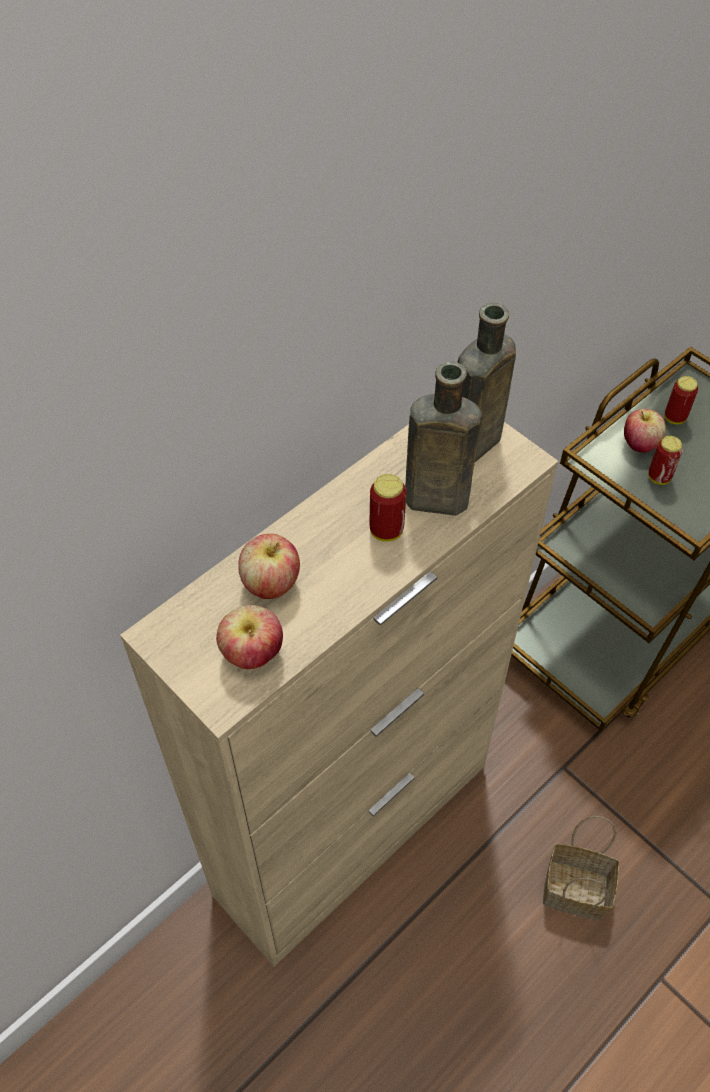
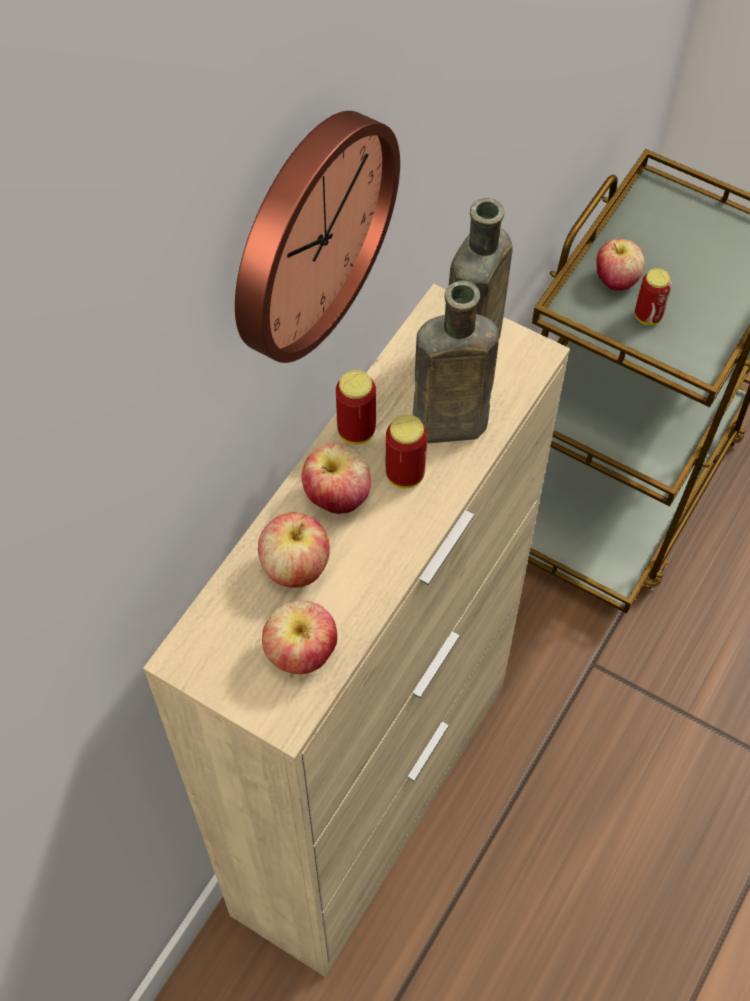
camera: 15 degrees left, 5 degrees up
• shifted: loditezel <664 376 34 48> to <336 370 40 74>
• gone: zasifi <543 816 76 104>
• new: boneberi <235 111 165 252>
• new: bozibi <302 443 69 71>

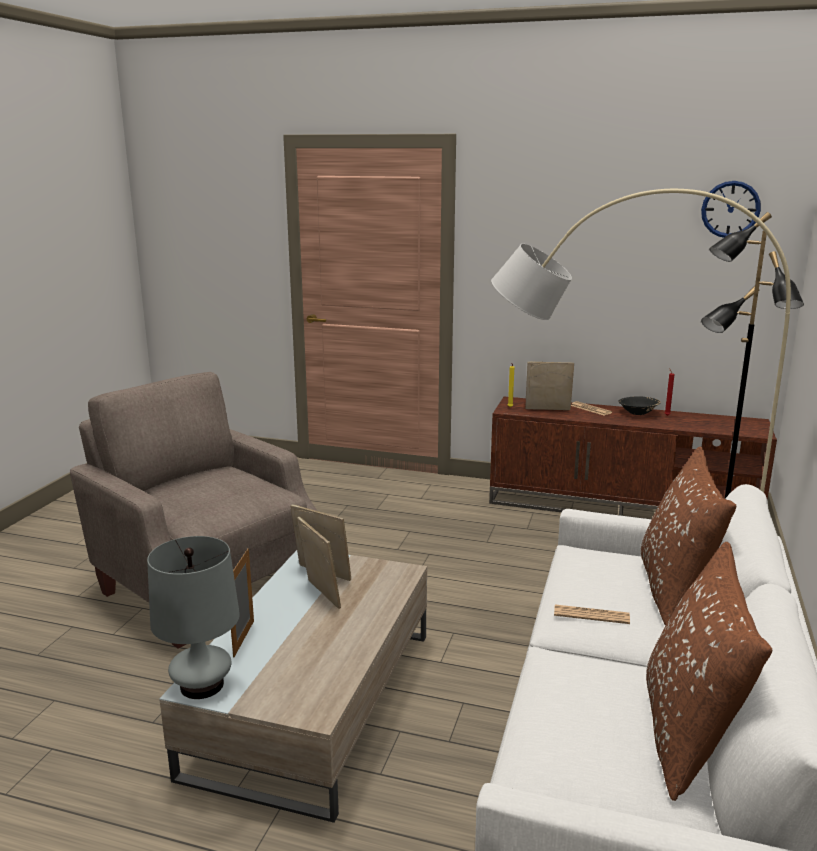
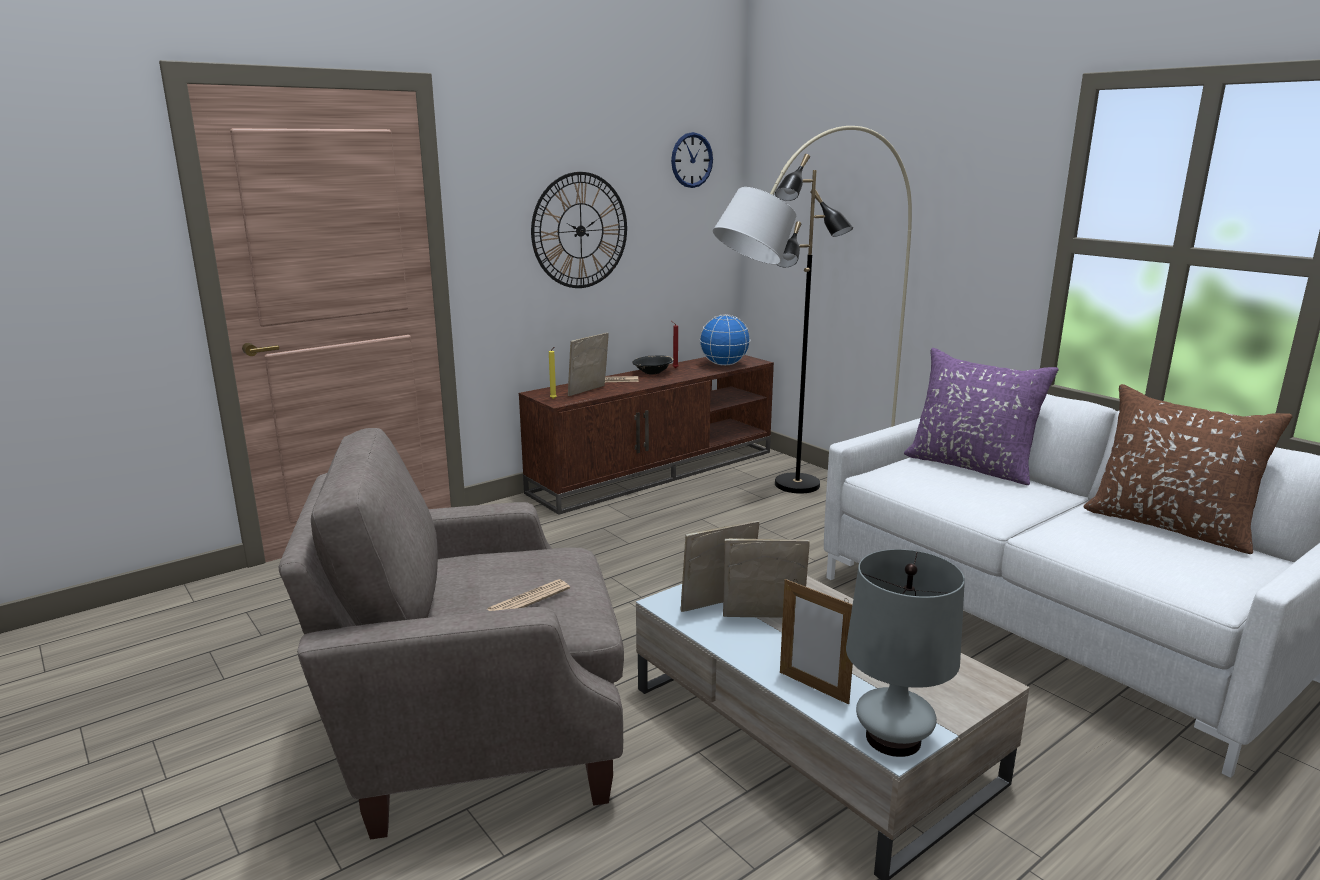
camera: 55 degrees left, 0 degrees up
• repainted: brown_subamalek <641 447 95 179> to purple_subamalek <904 348 154 137>
• shifted: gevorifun <554 605 76 19> to <487 579 83 32>
• new: boneberi <531 172 96 116>
• new: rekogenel <699 314 52 52>

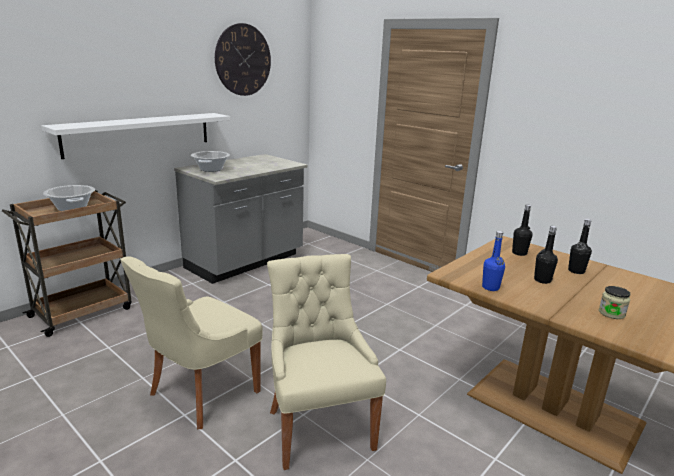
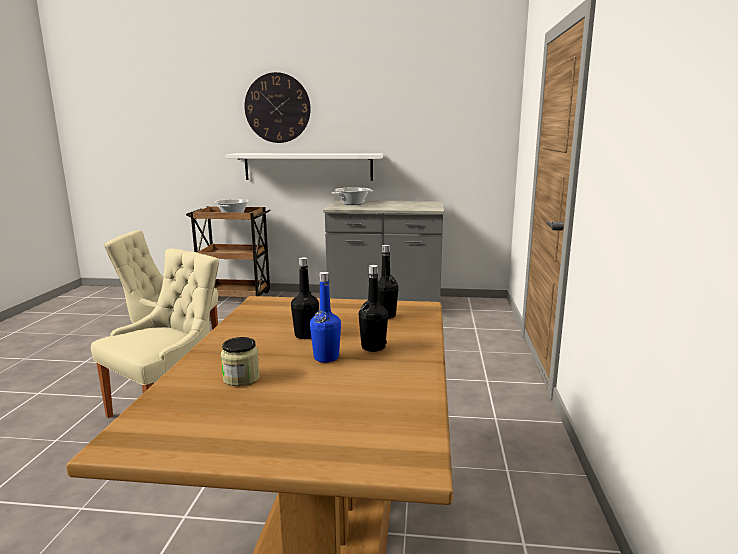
camera: 55 degrees right, 5 degrees down
• shifted: boneberi <215 23 56 73> to <245 72 66 71>
• shifted: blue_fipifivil <482 231 23 60> to <310 272 31 91>

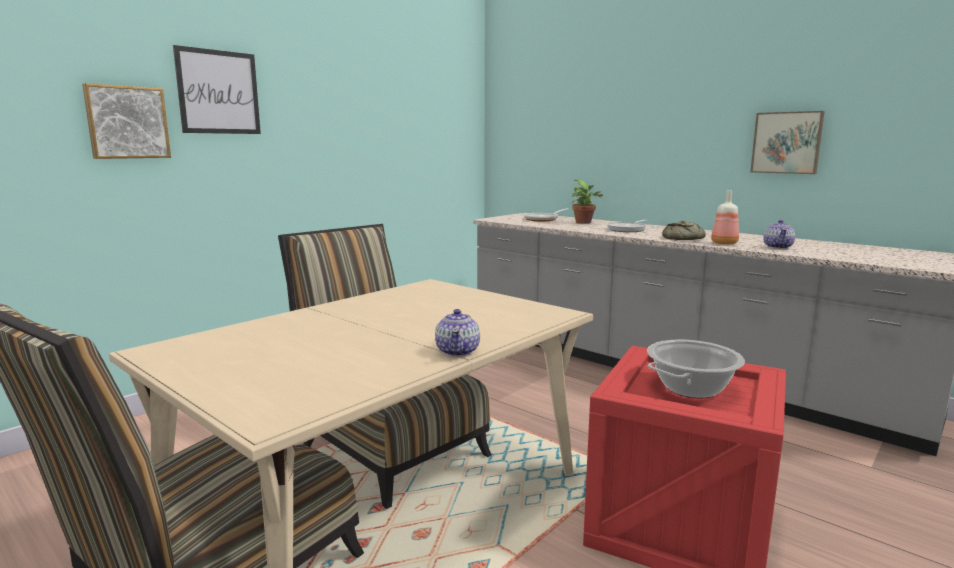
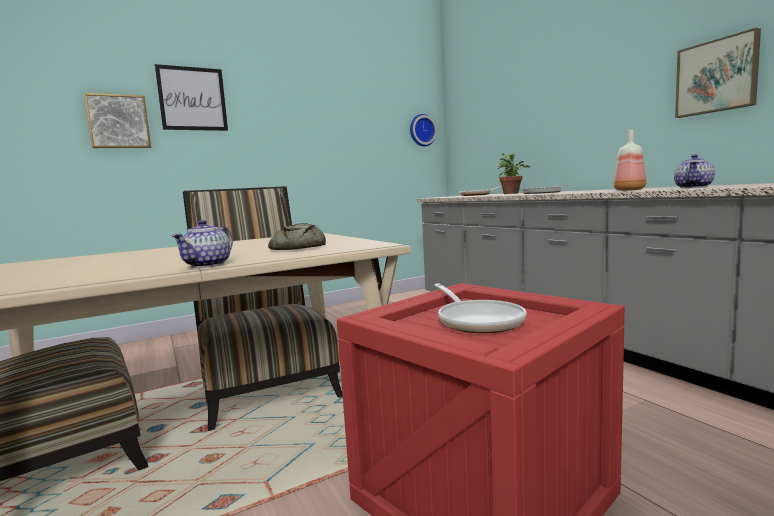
camera: 20 degrees right, 5 degrees down
• shifted: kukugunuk <662 221 44 19> to <268 223 58 27>
• swapped: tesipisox <647 340 98 58> to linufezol <434 283 93 50>
• new: boneberi <410 114 27 32>

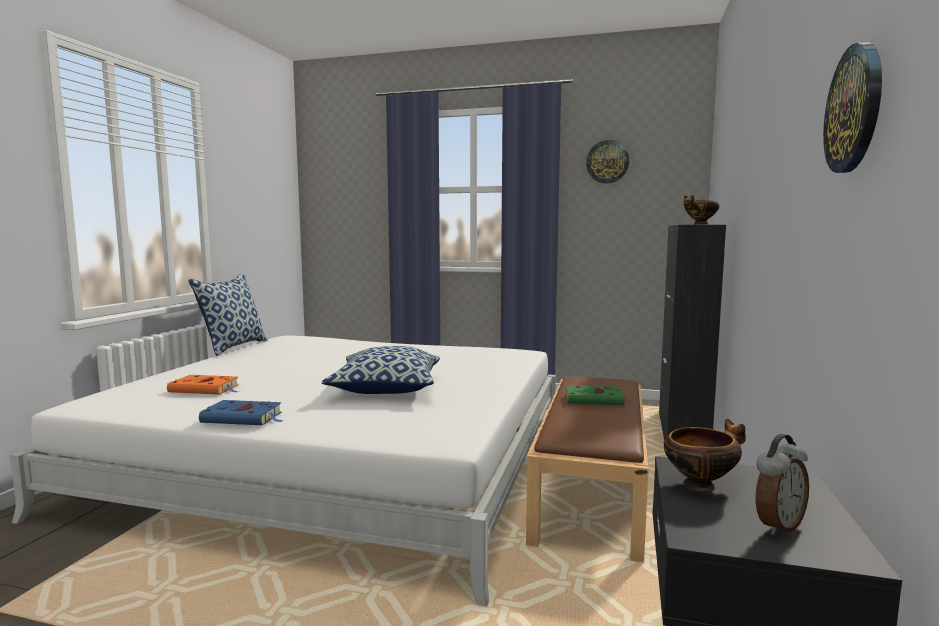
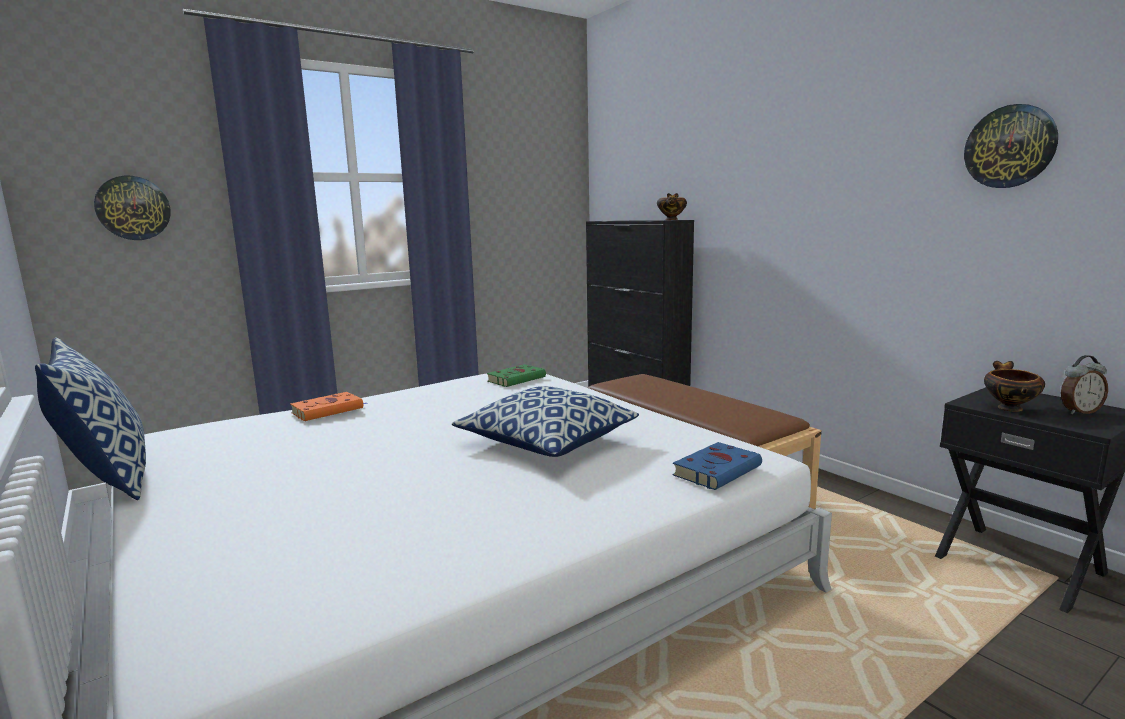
camera: 50 degrees left, 5 degrees up
• shifted: boneberi <586 140 43 44> to <94 176 77 64>
• shifted: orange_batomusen <167 375 71 20> to <290 392 78 29>
• shifted: green_batomusen <566 385 67 20> to <487 364 59 23>
• shifted: blue_batomusen <199 400 85 25> to <673 442 89 48>
• rotated: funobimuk <755 434 54 101> = <1061 355 47 59> 75 degrees clockwise

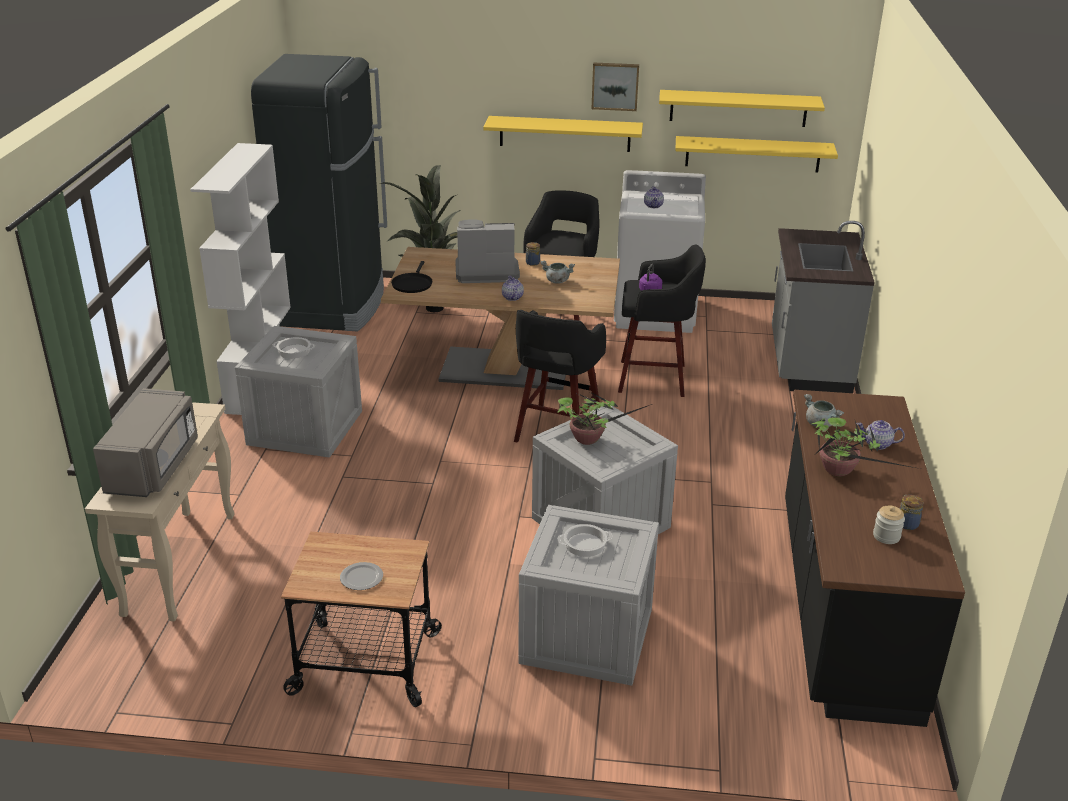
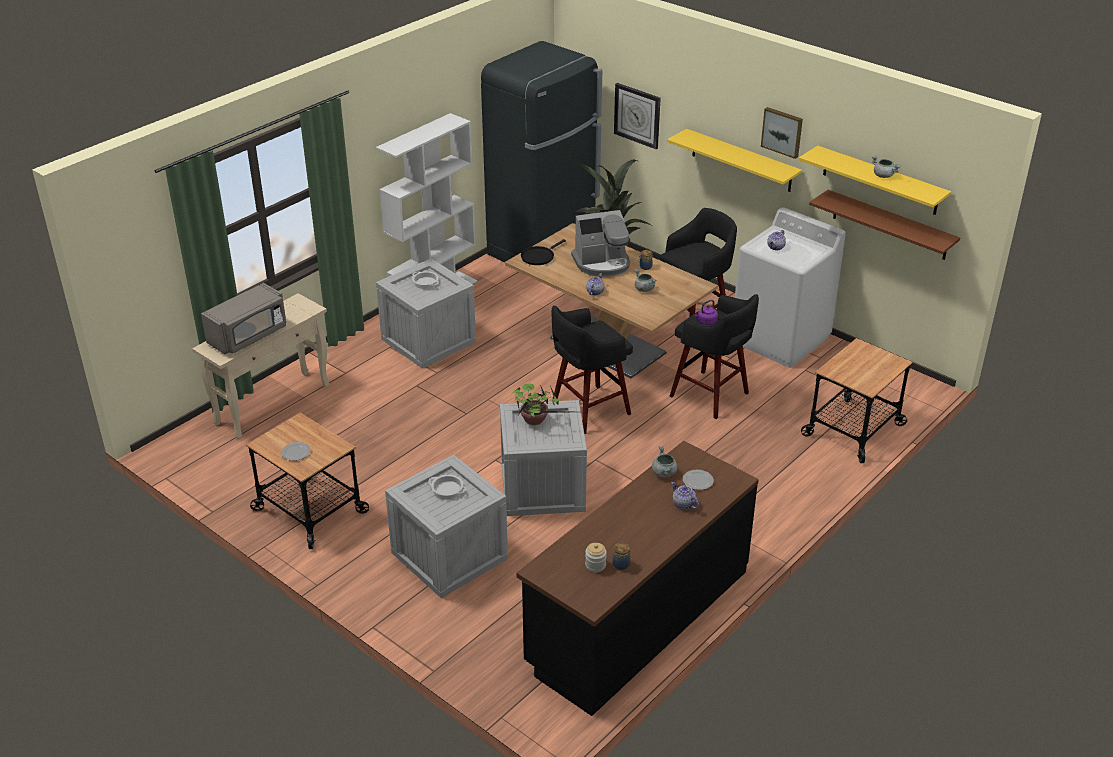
camera: 35 degrees right, 5 degrees up
• repainted: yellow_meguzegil <675 136 163 37> to brown_meguzegil <809 190 151 70>
• rotated: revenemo <456 219 64 64> = <571 210 59 67> 135 degrees clockwise
• swapped: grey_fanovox <772 221 103 172> to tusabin <801 338 112 125>
• gone: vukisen <812 417 108 59>
• new: boneberi <614 83 47 66>
• new: grey_tesipisox <872 155 29 23>
• new: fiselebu <683 470 31 20>

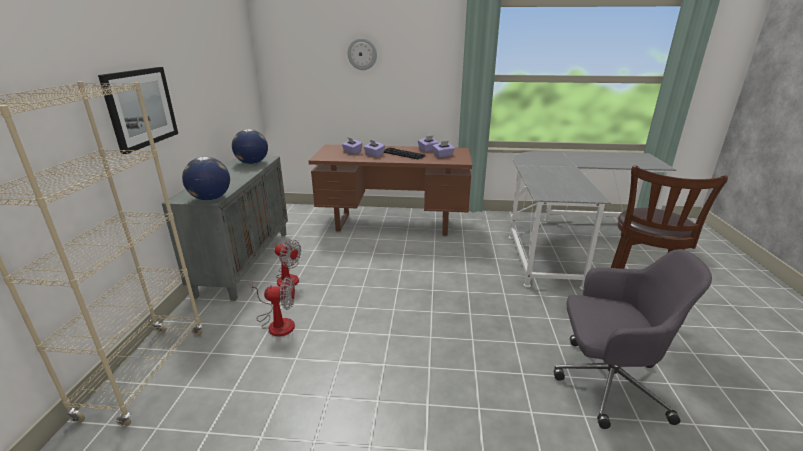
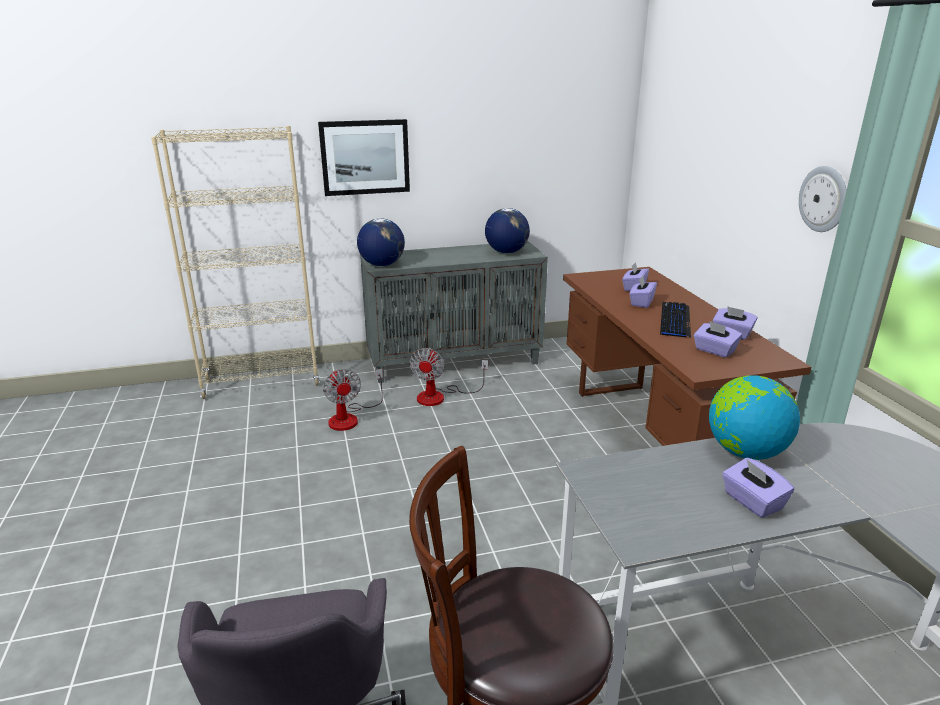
camera: 70 degrees right, 0 degrees up
• shifted: boneberi <347 38 30 32> to <799 166 48 66>
• new: rekogenel <709 375 91 85>
• new: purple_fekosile <722 457 72 61>

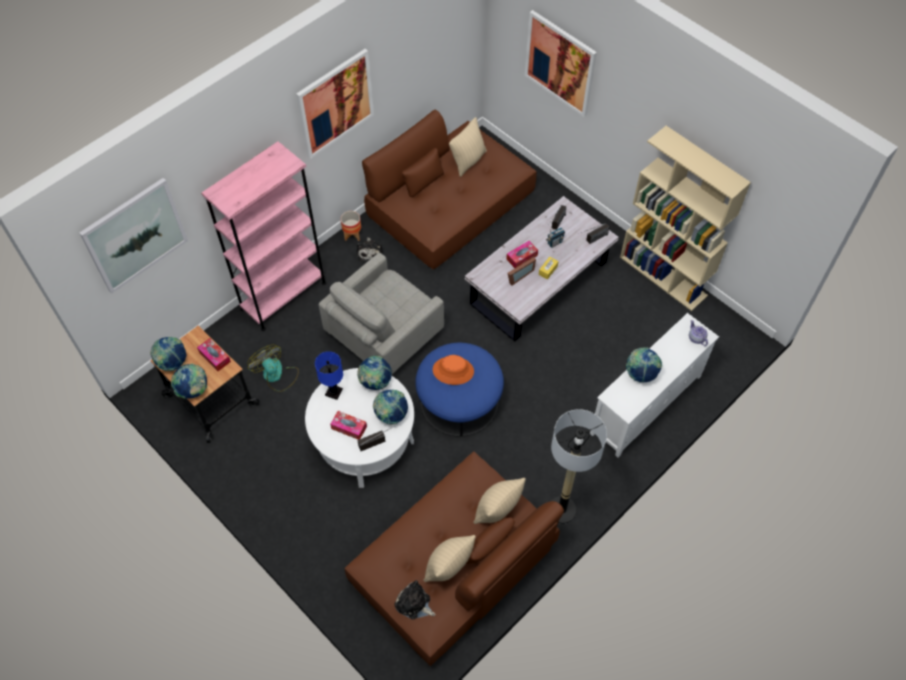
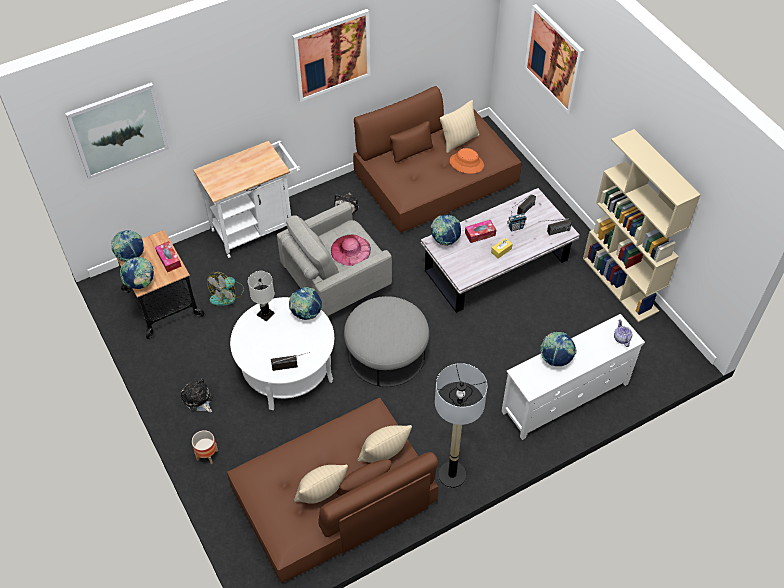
camera: 15 degrees right, 5 degrees down
• swapped: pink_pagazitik <201 141 125 190> to white_tusabin <193 141 107 117>
• shifted: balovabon <341 211 20 30> to <192 430 26 34>
• gone: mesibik <508 257 28 28>
• repainted: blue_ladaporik <415 343 89 93> to grey_ladaporik <344 296 85 91>
• rotated: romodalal <247 345 52 47> = <207 272 37 34> 120 degrees counterclockwise
• repainted: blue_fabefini <315 352 28 48> to white_fabefini <248 271 27 50>
• shifted: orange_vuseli <433 355 41 30> to <450 148 34 26>
• shifted: rekogenel <373 390 35 35> to <431 215 30 31>
• gone: fekosile <330 411 37 29>
• shifted: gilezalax <394 580 42 39> to <181 378 32 34>
• new: pink_vuseli <331 234 40 32>

